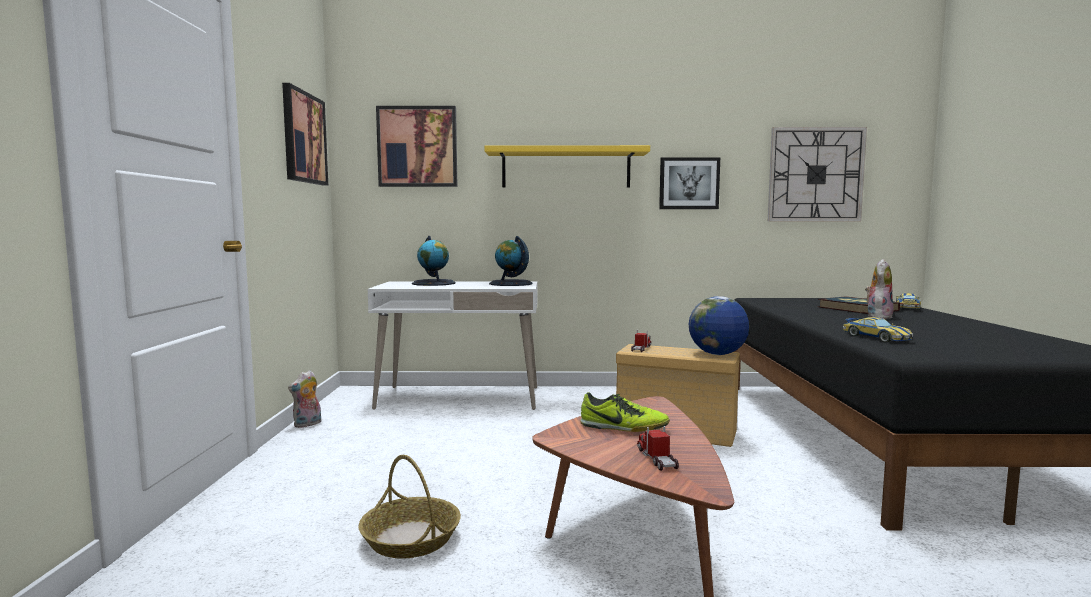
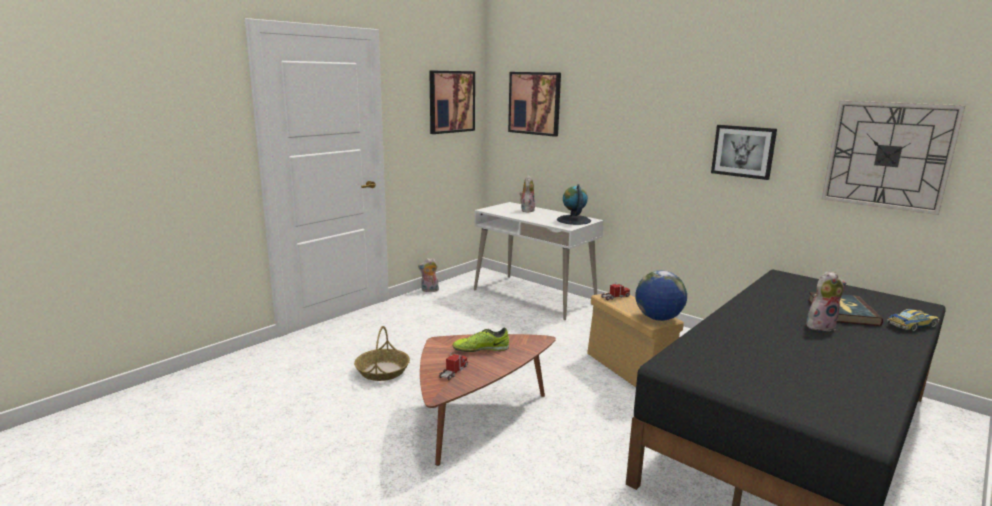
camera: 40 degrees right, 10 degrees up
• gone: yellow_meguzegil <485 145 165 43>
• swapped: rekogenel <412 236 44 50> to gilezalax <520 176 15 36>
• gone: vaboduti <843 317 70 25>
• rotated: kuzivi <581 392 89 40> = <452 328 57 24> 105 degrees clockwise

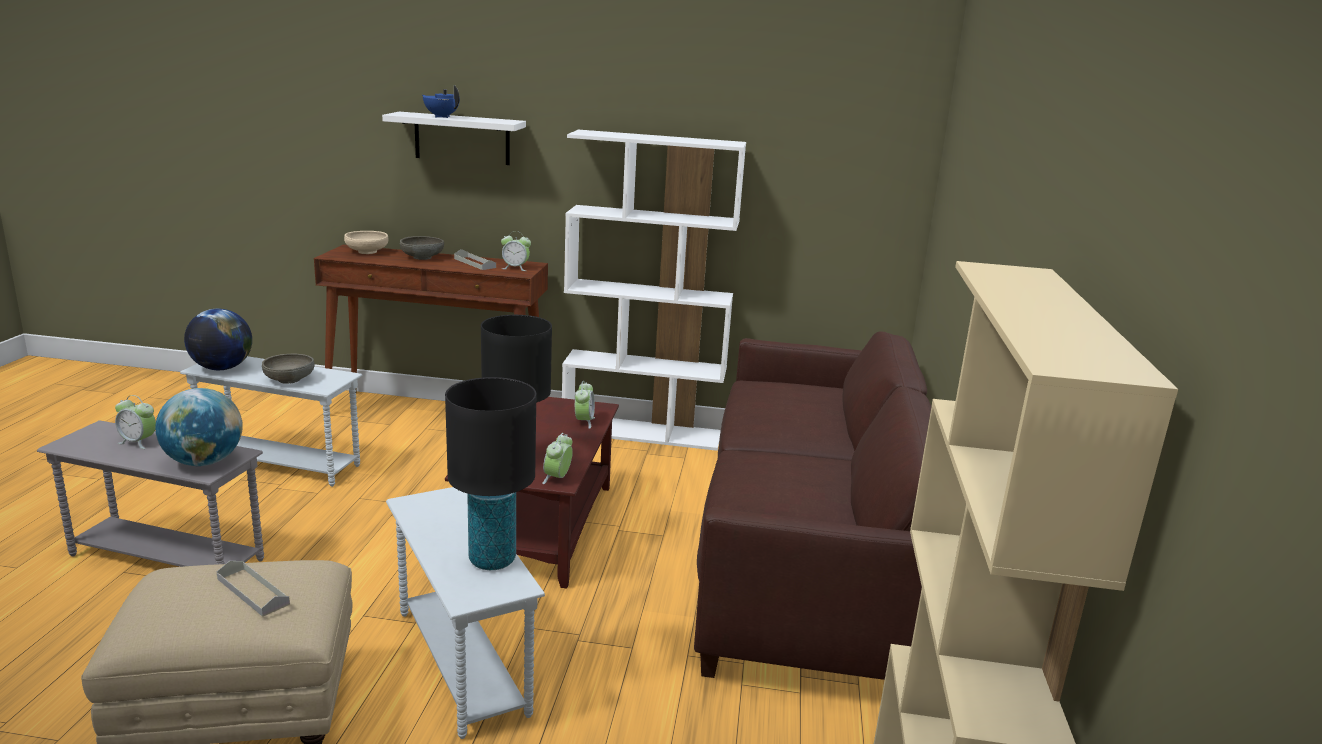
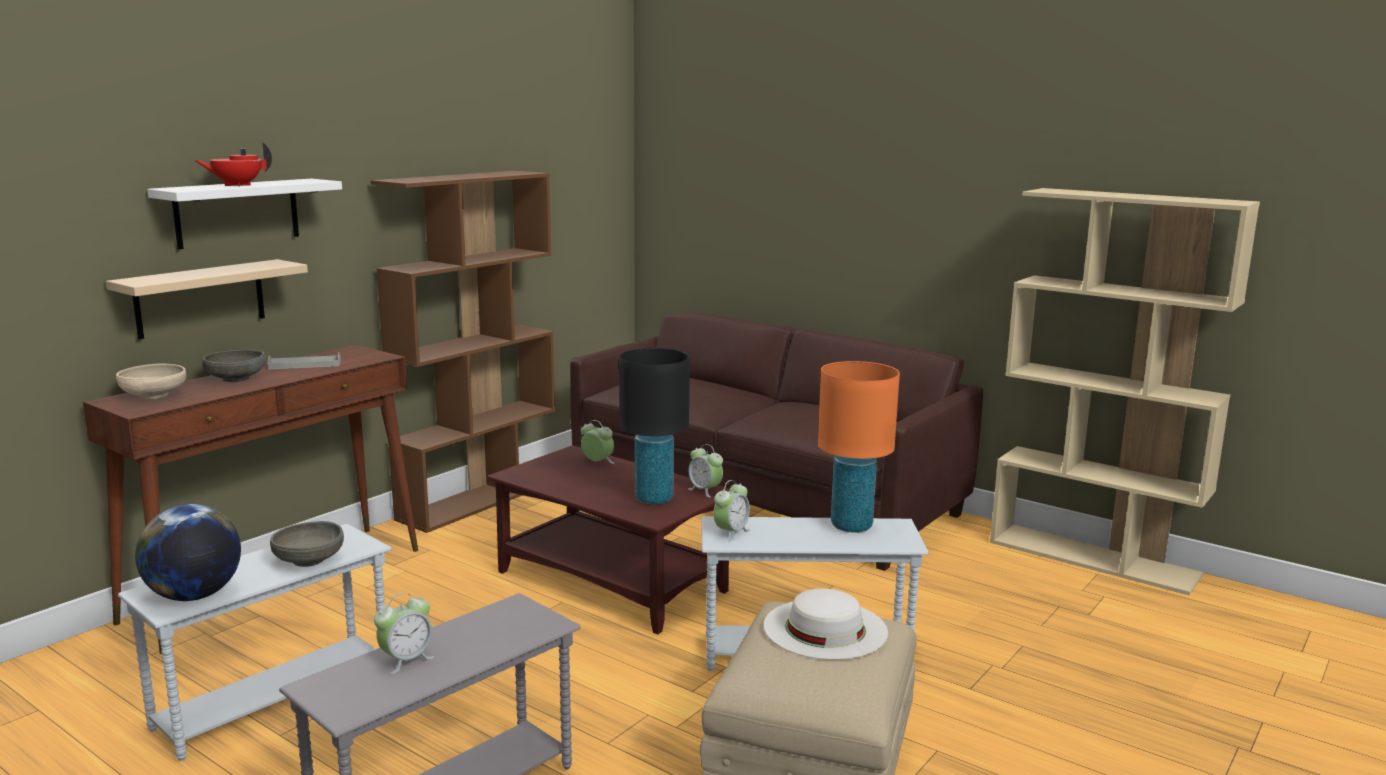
camera: 60 degrees left, 5 degrees down
• repainted: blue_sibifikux <422 85 38 33> to red_sibifikux <194 142 78 45>
• repainted: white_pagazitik <562 130 184 321> to brown_pagazitik <371 171 184 362>
• shifted: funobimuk <501 231 30 40> to <714 480 36 61>
• repainted: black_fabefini <445 377 91 193> to orange_fabefini <818 361 82 171>
• gone: rekogenel <155 388 88 78>
• swapped: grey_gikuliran <217 561 73 56> to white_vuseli <764 589 124 71>
• new: beige_meguzegil <106 259 202 81>

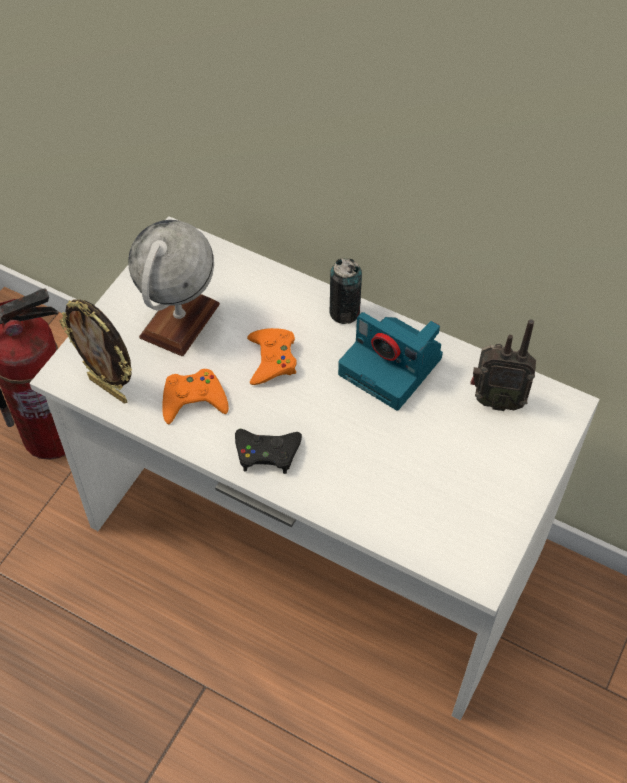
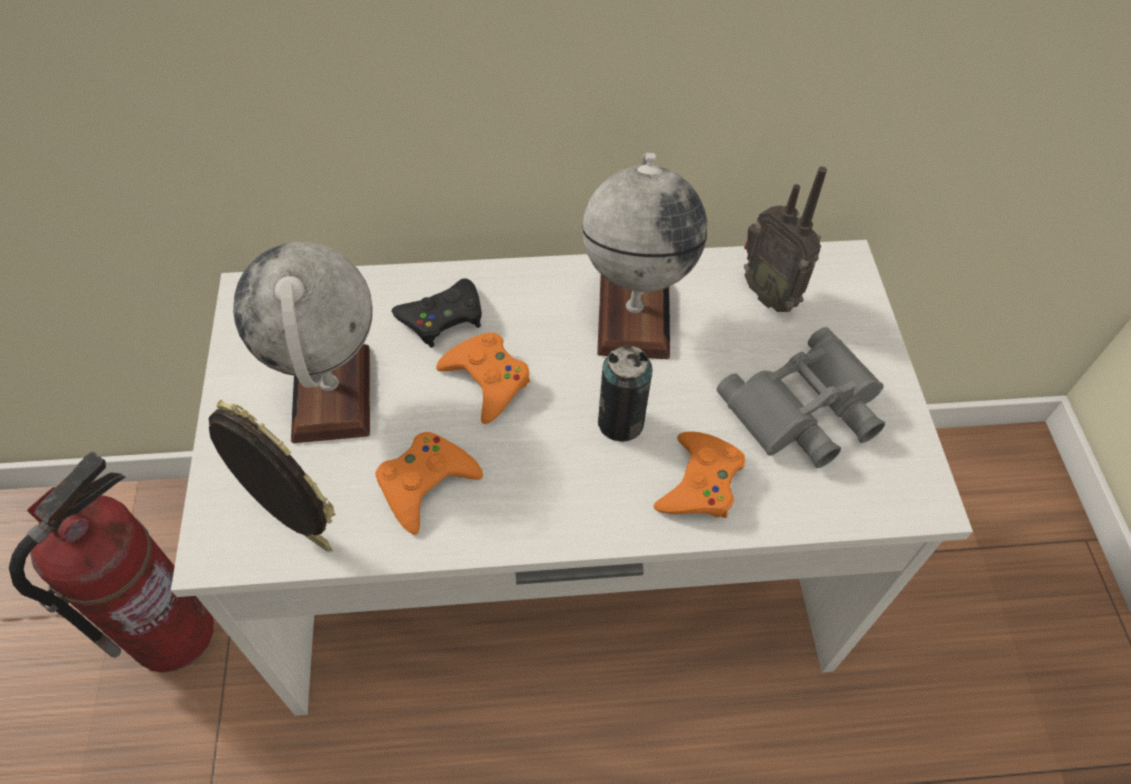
camera: 35 degrees left, 0 degrees up
• shifted: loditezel <329 258 33 66> to <598 345 54 97>
• rotated: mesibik <59 300 73 103> = <208 400 128 152> 150 degrees counterclockwise
• swapped: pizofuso <338 312 105 98> to rekogenel <582 153 125 206>
• rotated: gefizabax <470 319 66 92> = <744 166 83 146> 75 degrees clockwise
• shifted: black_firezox <235 429 67 45> to <392 278 90 70>
• new: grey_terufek <717 327 168 141>
• new: orange_firezox <653 431 92 87>

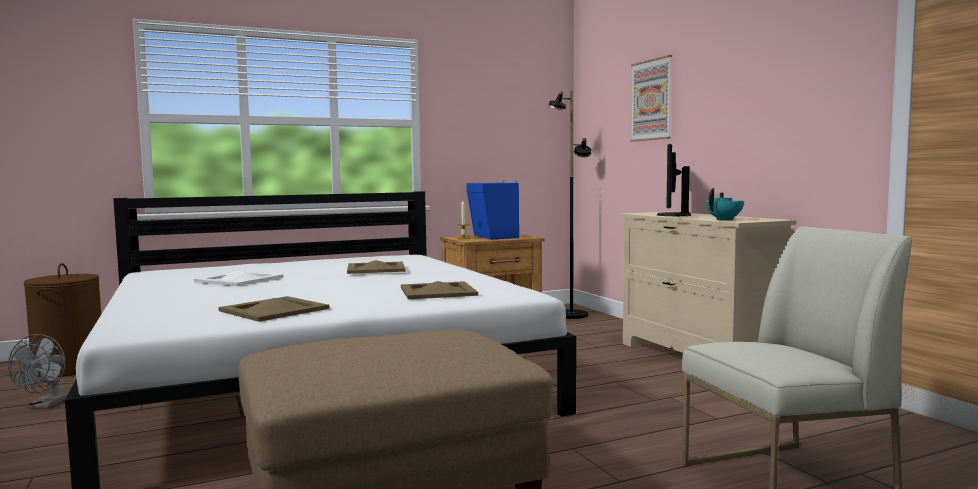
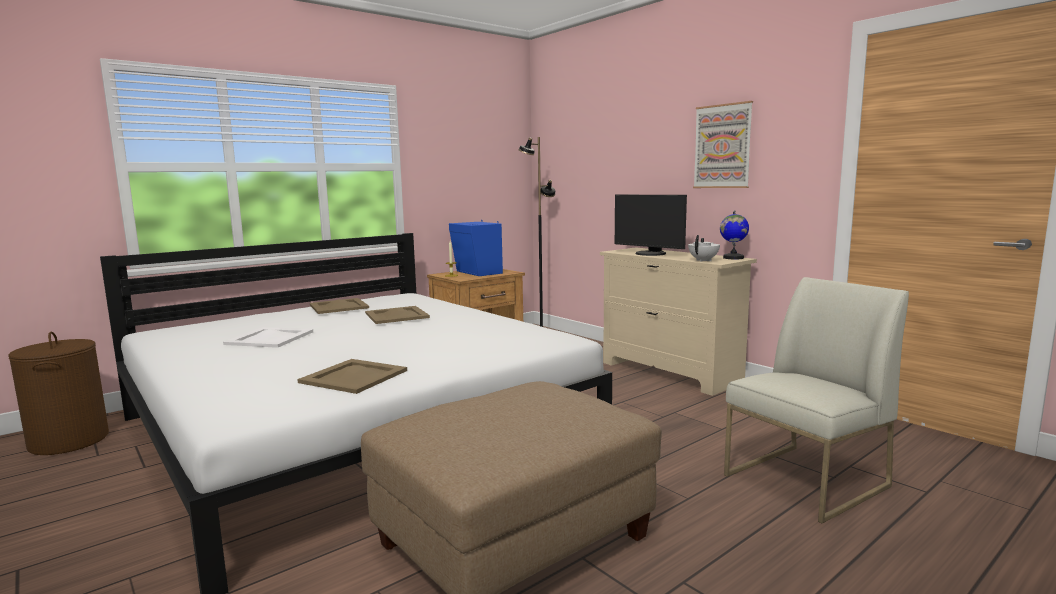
camera: 15 degrees left, 5 degrees up
• shifted: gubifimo <630 55 42 87> to <693 101 60 87>
• rotated: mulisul <657 144 34 72> = <615 195 72 61> 45 degrees counterclockwise
• repainted: turquoise_sibifikux <706 188 38 33> to white_sibifikux <688 235 32 27>
• shifted: beige_gikuliran <401 281 77 18> to <310 298 59 16>
• gone: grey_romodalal <8 334 60 75>
• new: rekogenel <720 211 29 48>

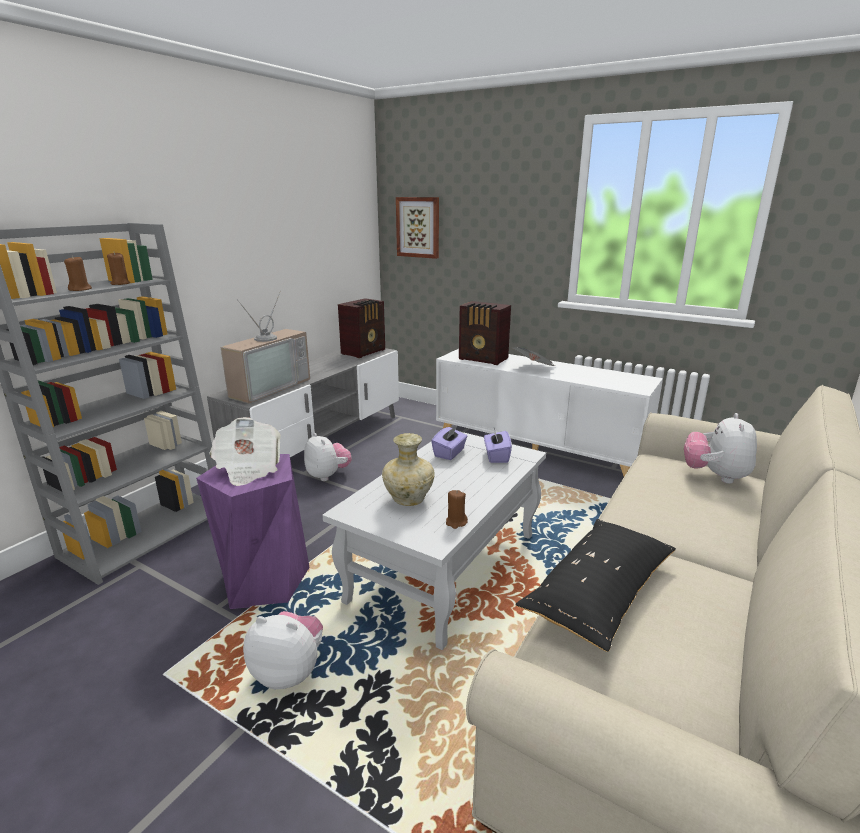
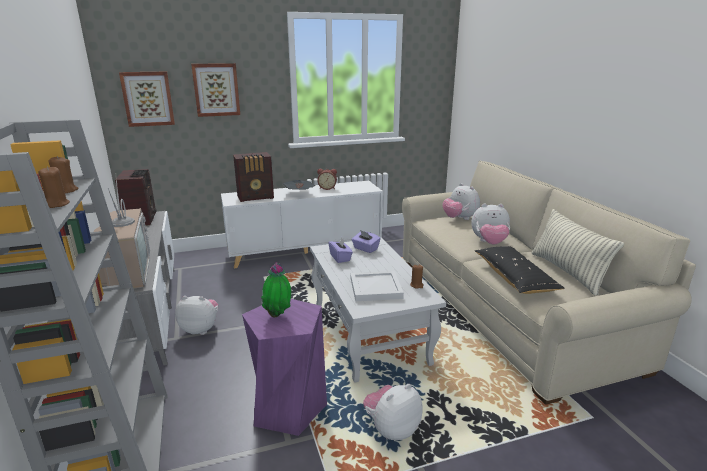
camera: 50 degrees left, 0 degrees up
• swapped: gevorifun <209 417 72 69> to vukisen <261 263 30 55>
• swapped: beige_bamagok <382 433 53 73> to white_gikuliran <351 271 53 30>
• new: gubifimo <191 63 49 54>
• new: funobimuk <317 169 20 21>
• new: gilezalax <471 204 39 41>
• new: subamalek <532 209 92 87>

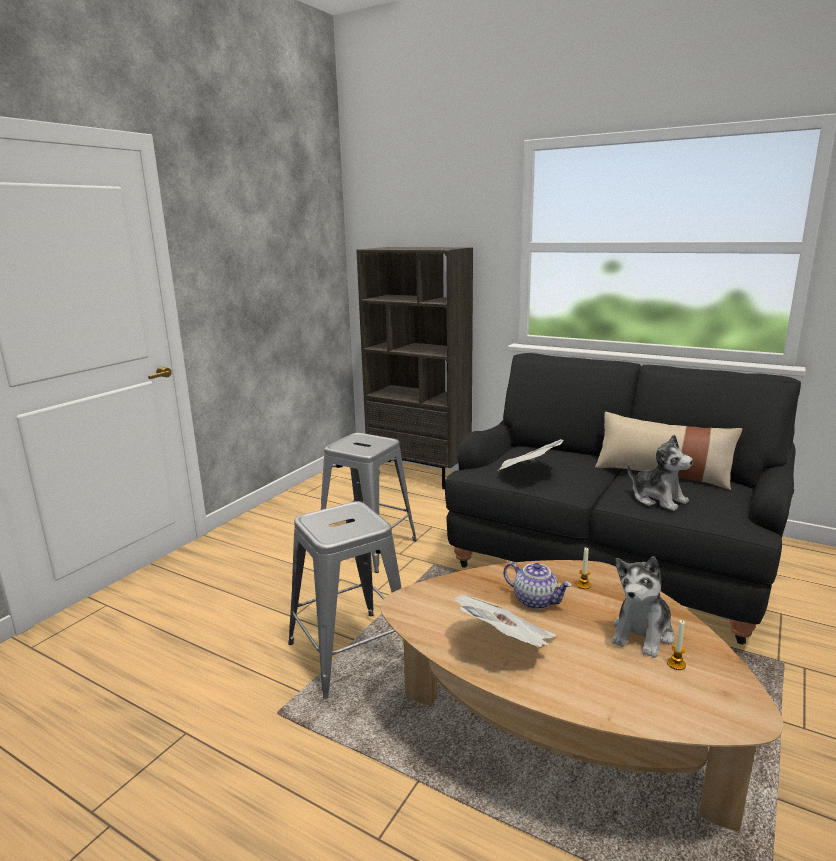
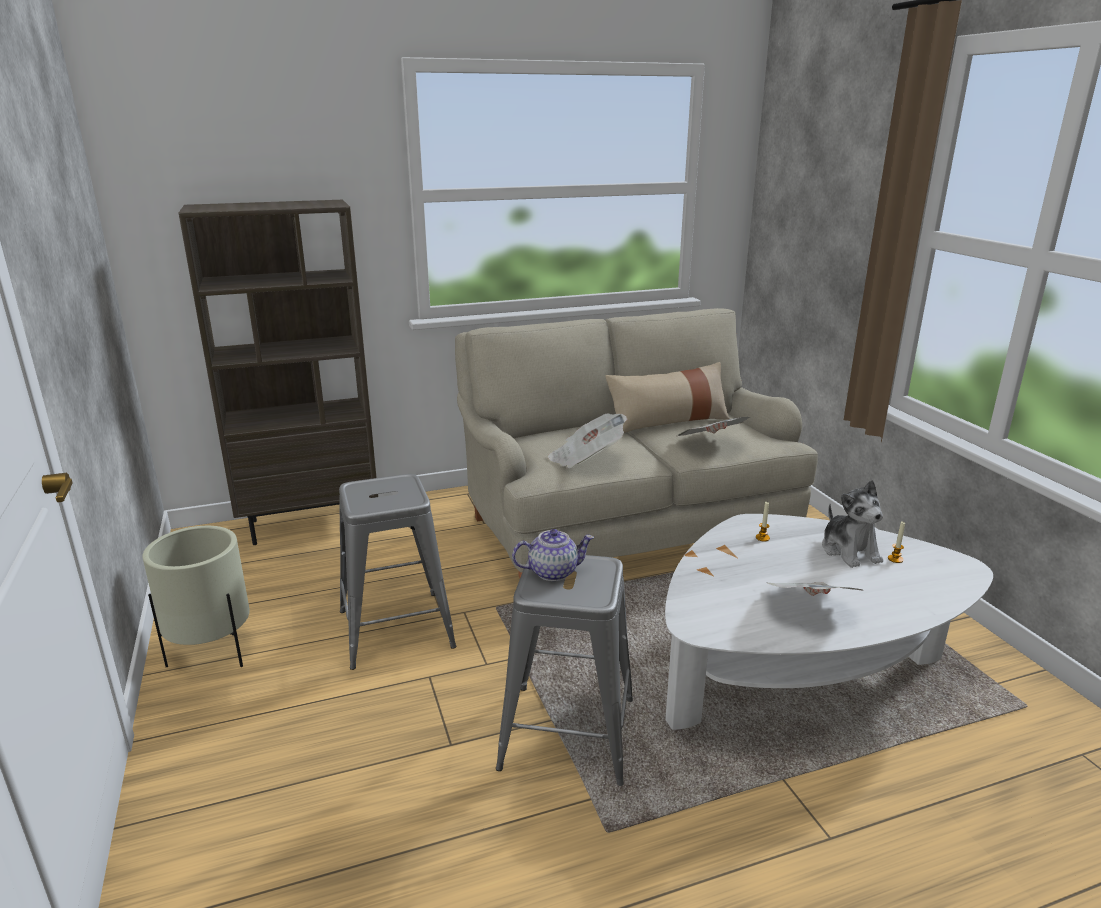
camera: 50 degrees left, 5 degrees up
• repainted: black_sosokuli <445 353 356 292> to beige_sosokuli <455 308 363 270>
• swapped: gilezalax <628 434 65 77> to gevorifun <678 417 72 19>
• repainted: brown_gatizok <381 560 403 272> to white_gatizok <665 514 328 216>
• shifted: sibifikux <503 562 69 47> to <512 529 82 52>
• new: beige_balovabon <142 526 108 141>

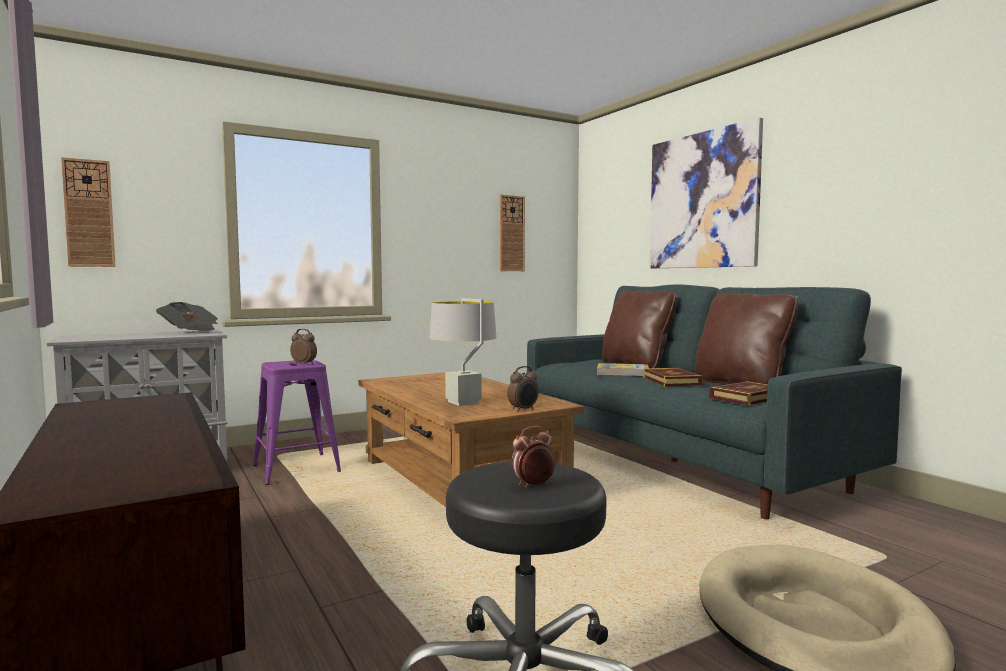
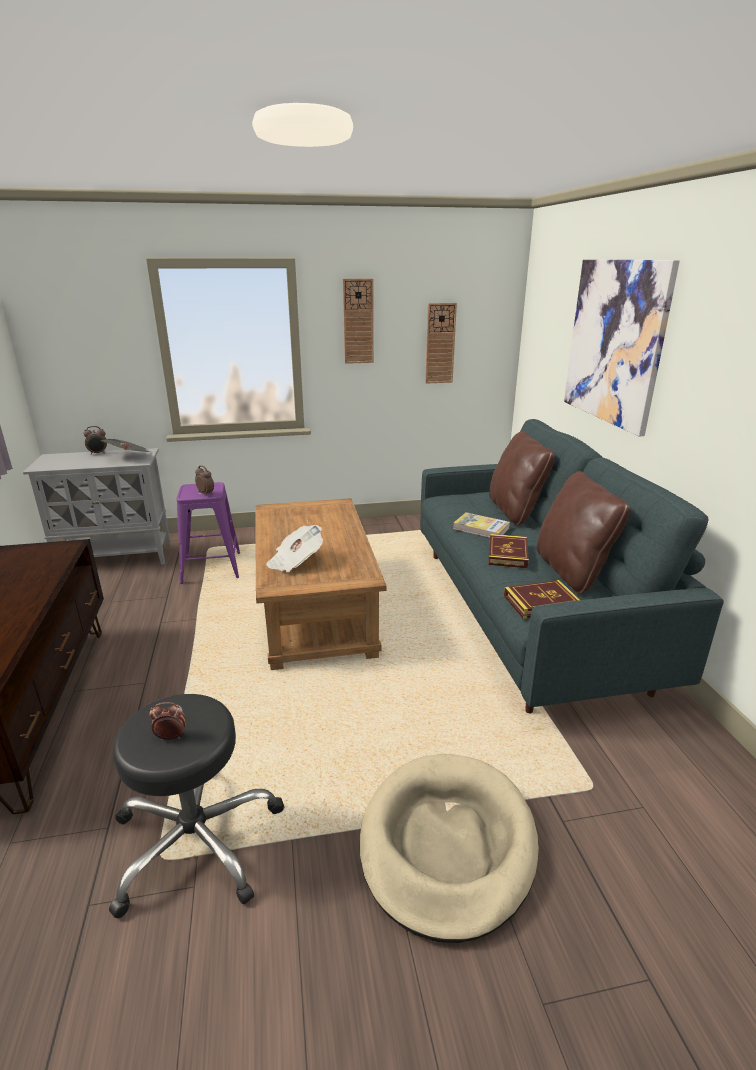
camera: 20 degrees right, 20 degrees up
• shifted: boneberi <61 157 55 110> to <343 279 31 85>
• swapped: grey_fabefini <429 298 68 108> to gevorifun <266 525 57 48>
• shifted: funobimuk <507 366 32 46> to <84 426 23 29>

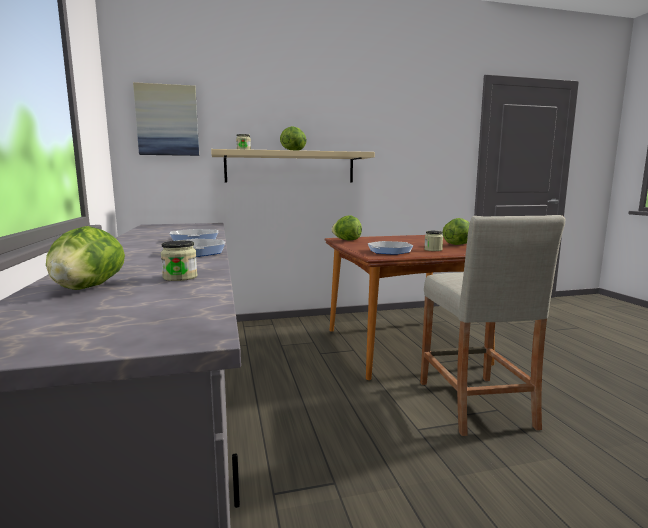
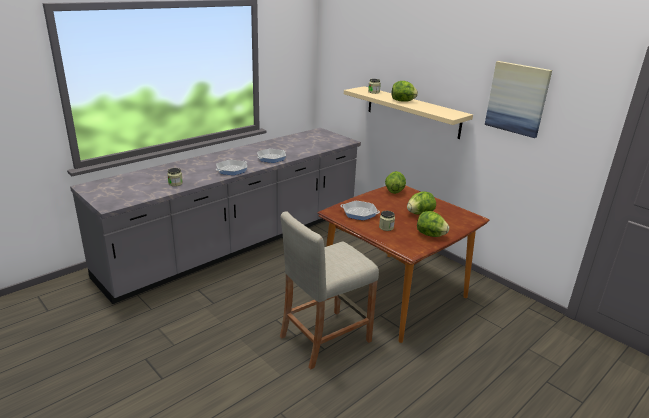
camera: 60 degrees right, 15 degrees up
• shifted: gubifimo <133 82 66 74> to <485 61 67 77>
• shifted: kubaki <46 226 79 64> to <407 191 29 24>

